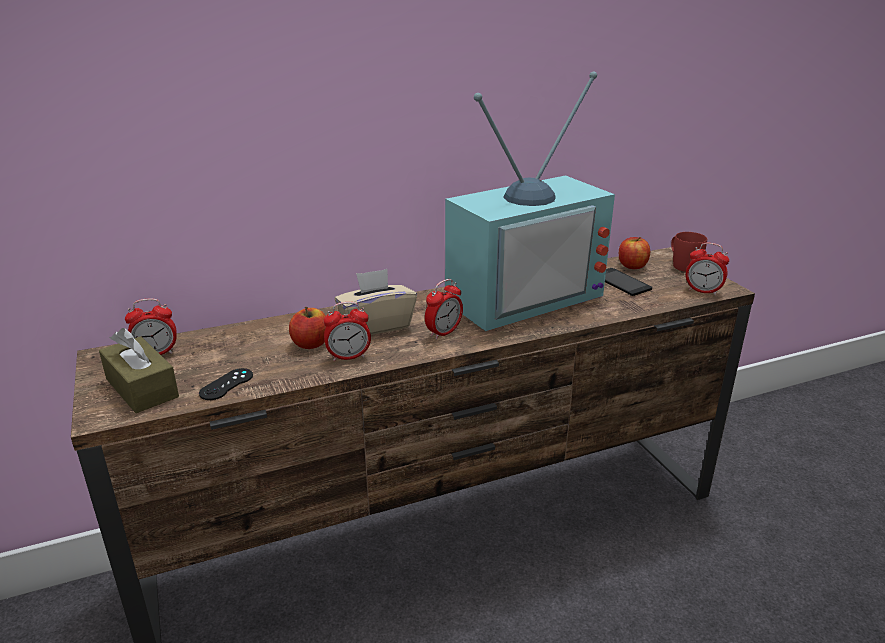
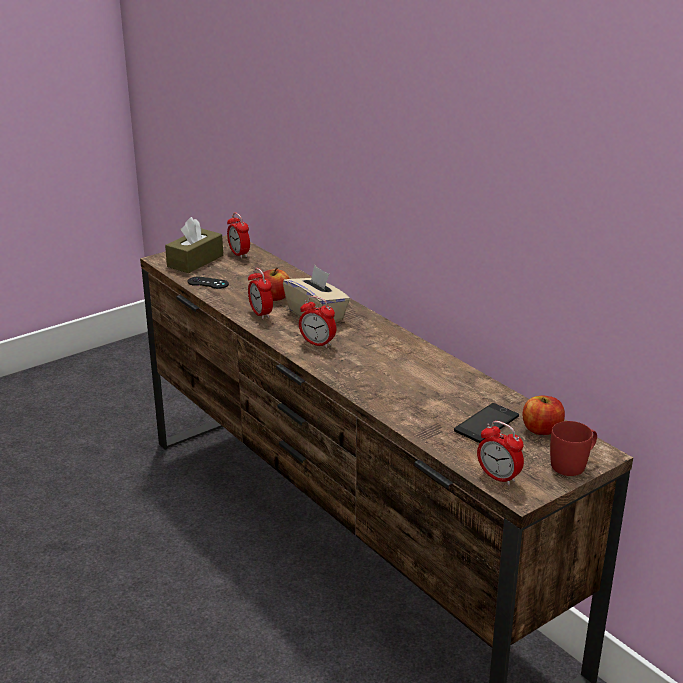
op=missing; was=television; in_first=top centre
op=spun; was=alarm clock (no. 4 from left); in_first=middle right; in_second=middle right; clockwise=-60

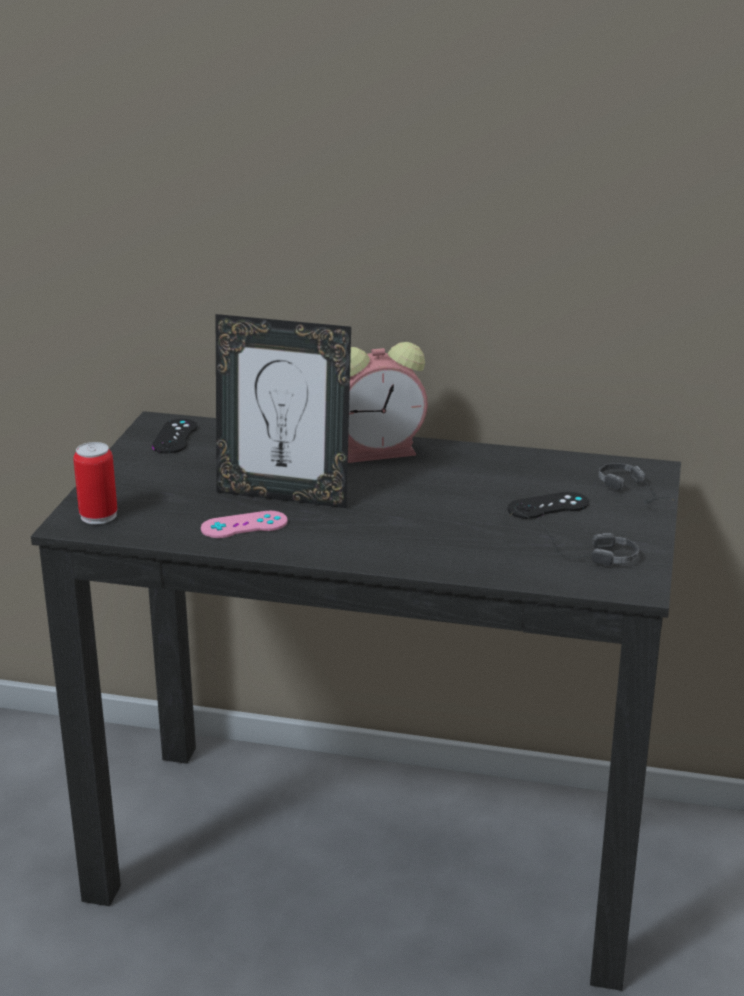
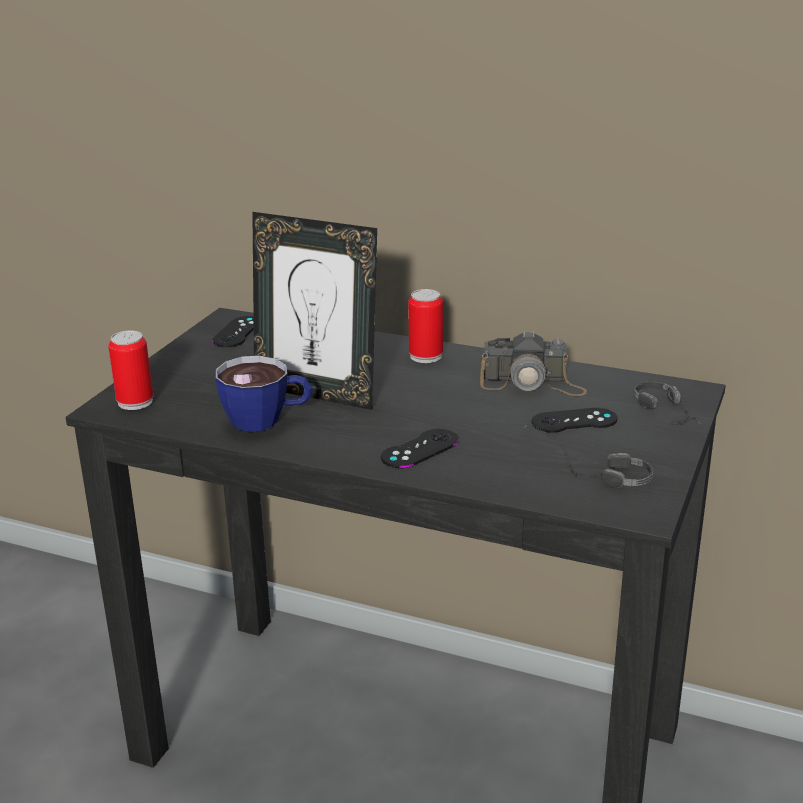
op=exchanged; was=alarm clock; now=can (no. 2 from left); in_first=centre; in_second=centre
op=exchanged; was=pink game controller; now=cup; in_first=middle left; in_second=middle left
op=appeared; now=photo camera; in_second=centre
op=appeared; now=black game controller (no. 2 from left); in_second=centre

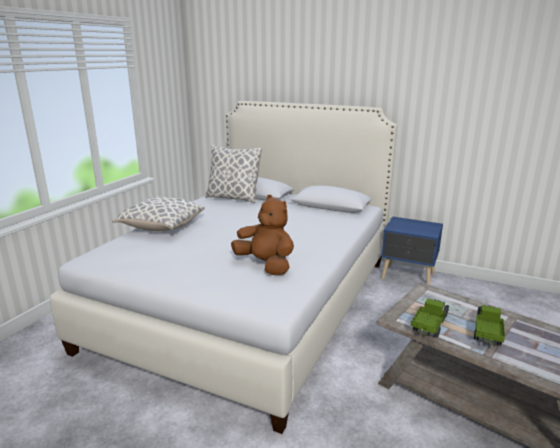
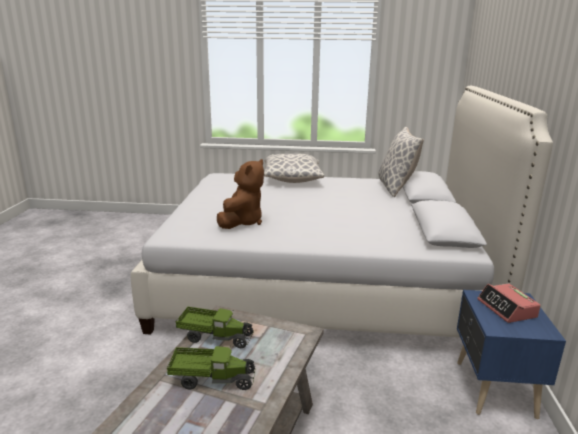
op=appeared; now=alarm clock; in_second=bottom right

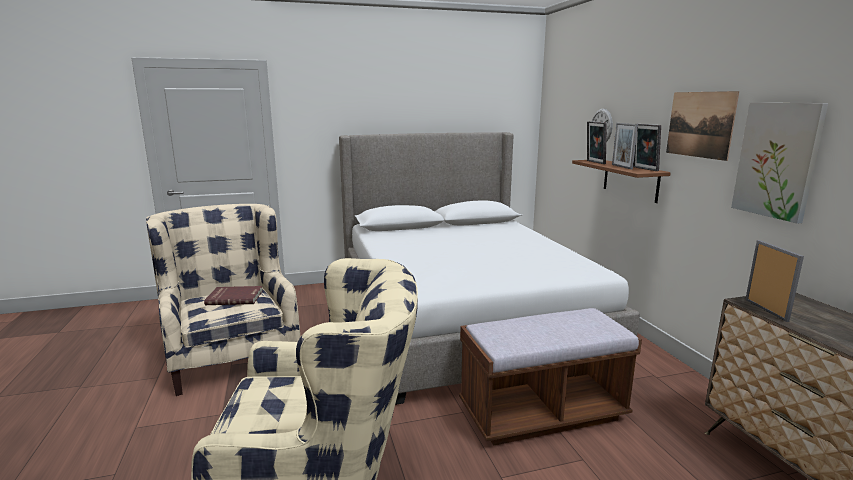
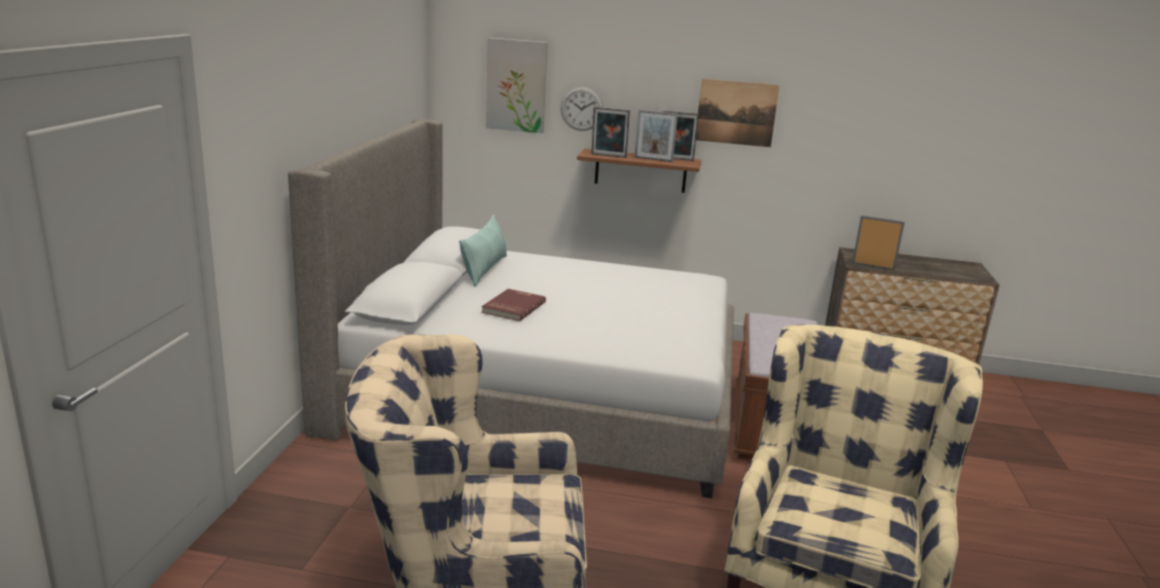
op=relocated; was=picture (no. 2 from left in the first image); now=picture (no. 1 from left); in_first=middle right; in_second=top centre
op=relocated; was=red book; in_first=middle left; in_second=centre
op=appeared; now=pillow; in_second=centre

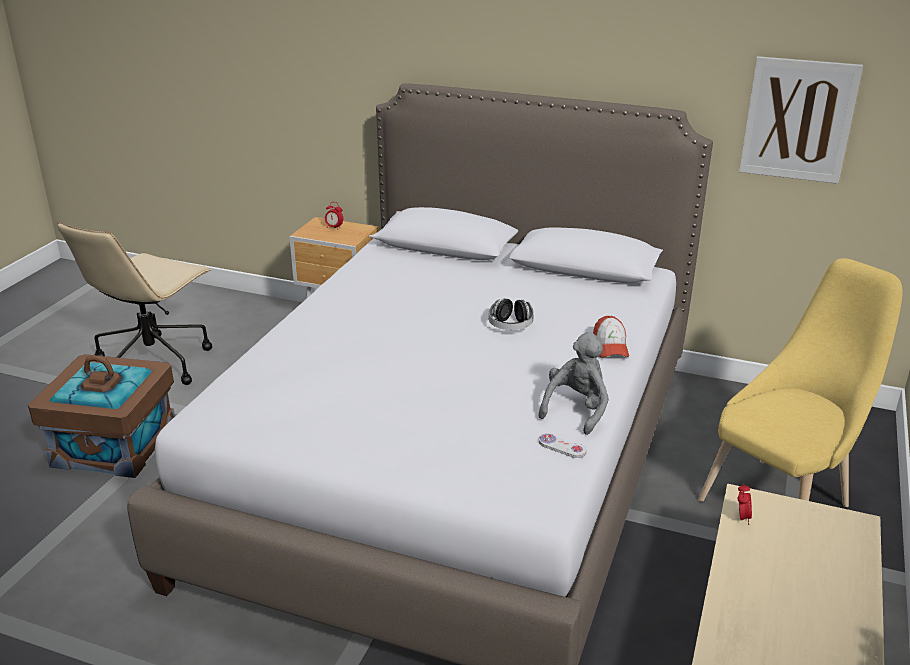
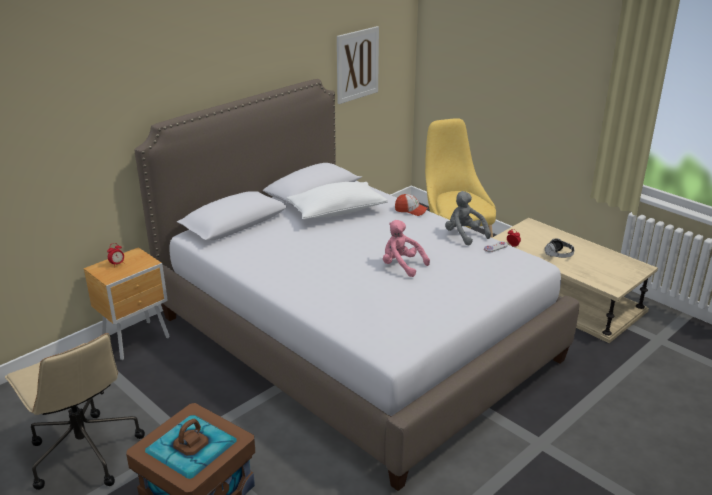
op=relocated; was=headphones; in_first=centre; in_second=middle right
op=appeared; now=white pillow; in_second=centre
op=appeared; now=pink plush toy; in_second=centre

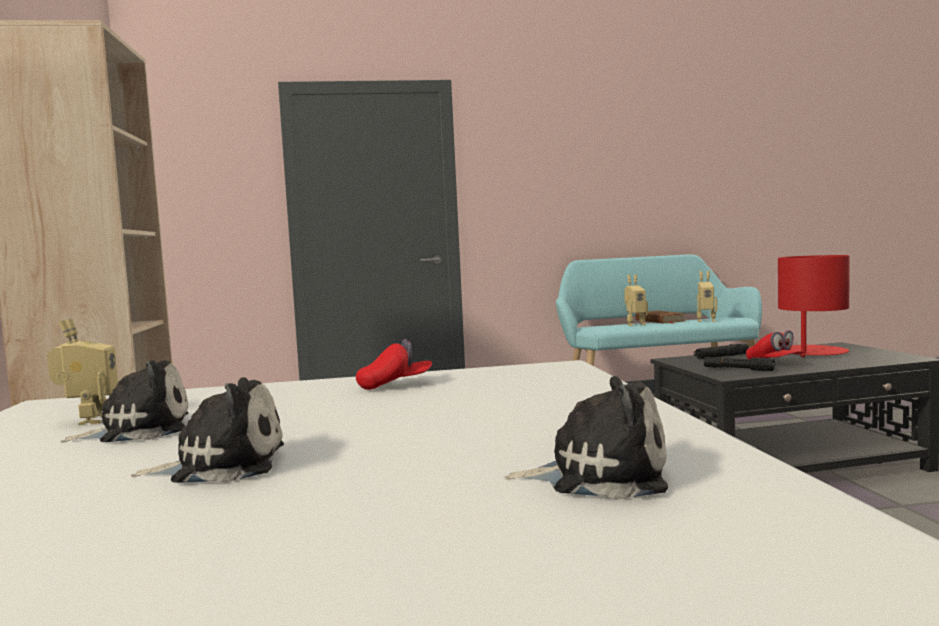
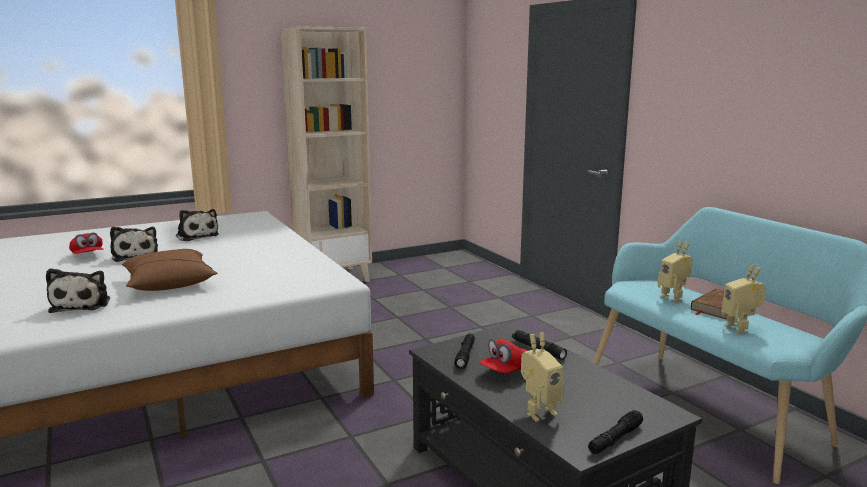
op=missing; was=red table lamp; in_first=middle right
op=relocated; was=toy robot (no. 1 from left); in_first=middle left; in_second=bottom centre
op=relocated; was=red cap (no. 1 from left); in_first=centre; in_second=middle left
op=appeared; now=brown pillow; in_second=middle left
op=appeared; now=black flashlight (no. 3 from left); in_second=bottom right

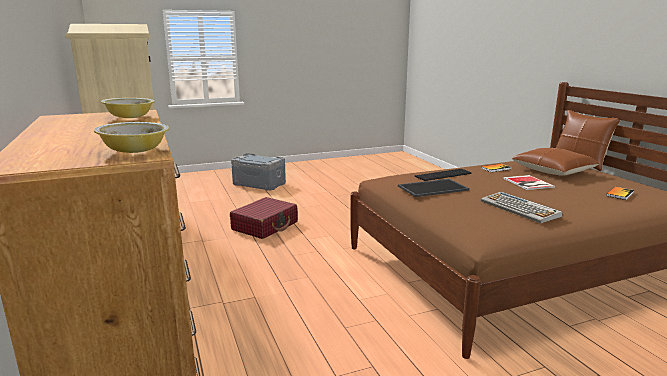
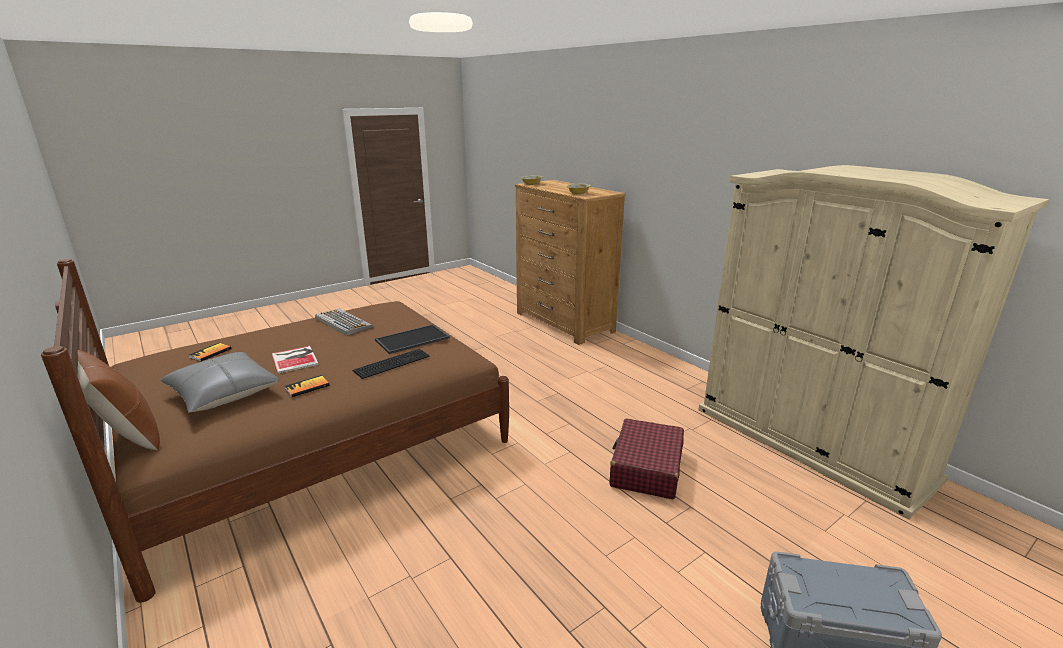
op=colour; was=brown pillow (no. 1 from left); now=grey pillow; in_first=middle right; in_second=middle left

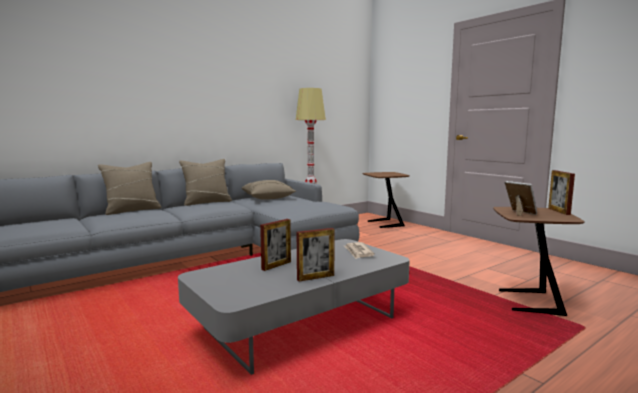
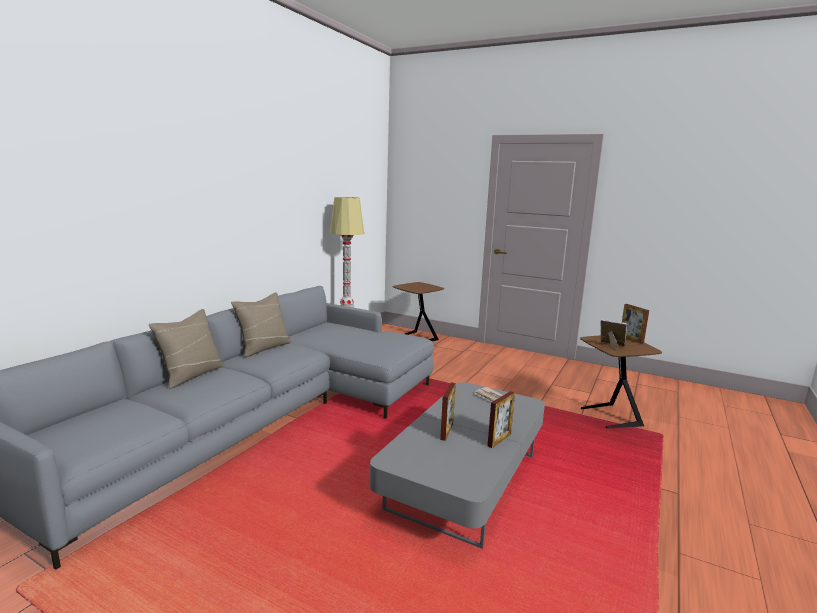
op=missing; was=beige pillow (no. 3 from left); in_first=centre

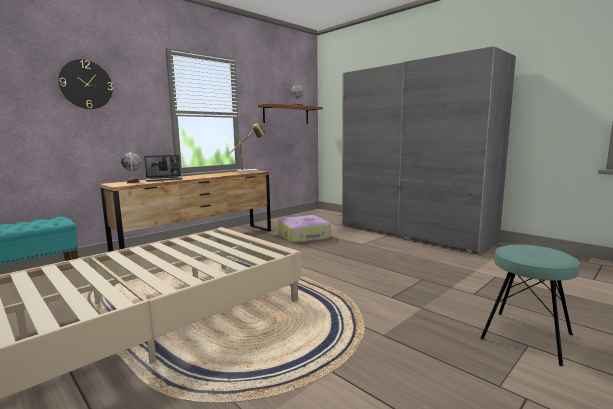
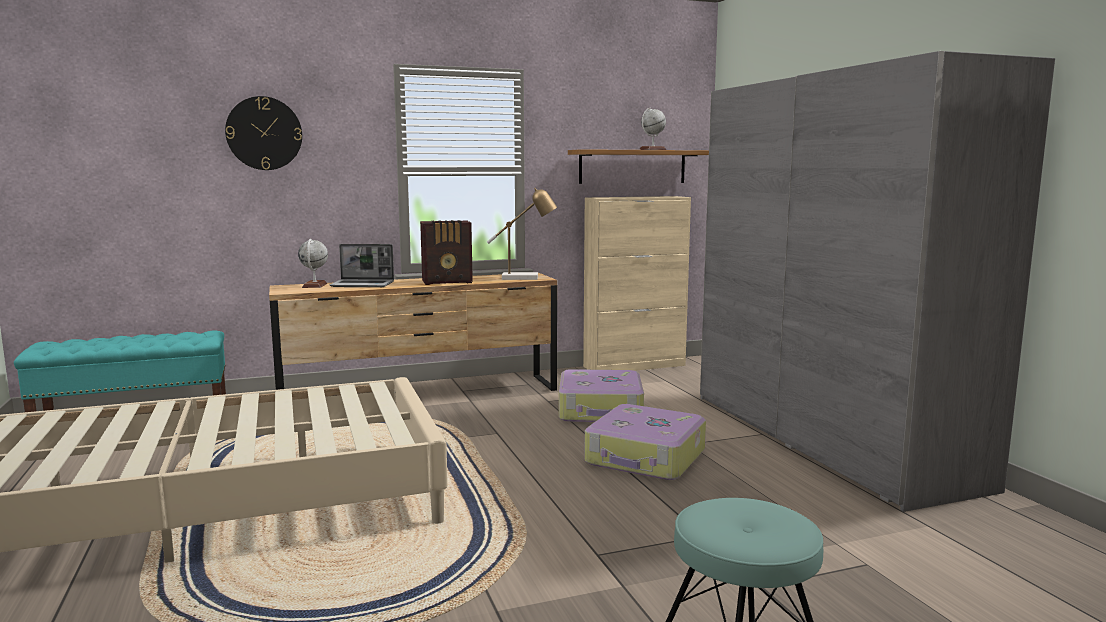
op=appeared; now=beige cabinet; in_second=centre
op=appeared; now=radio; in_second=centre
op=appeared; now=suitcase (no. 2 from left); in_second=bottom centre

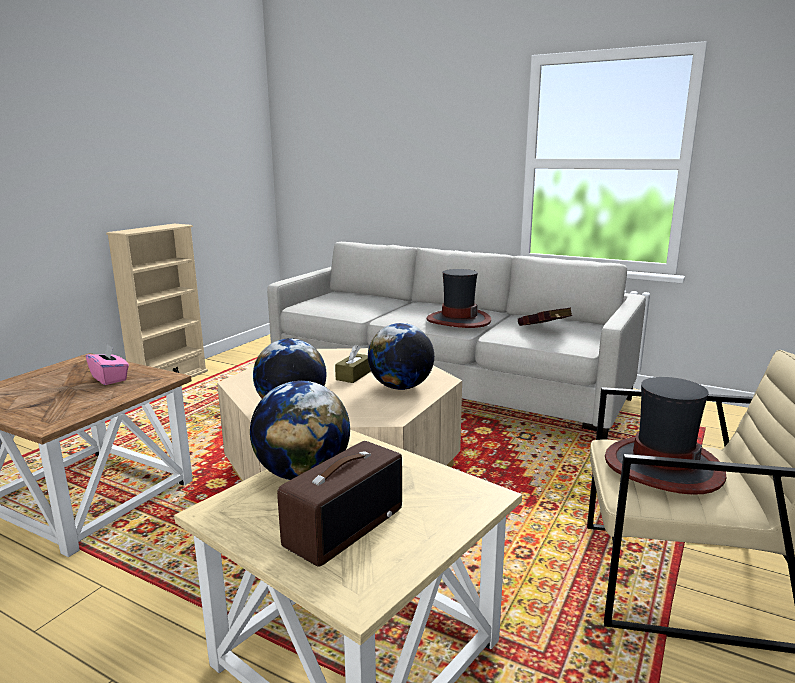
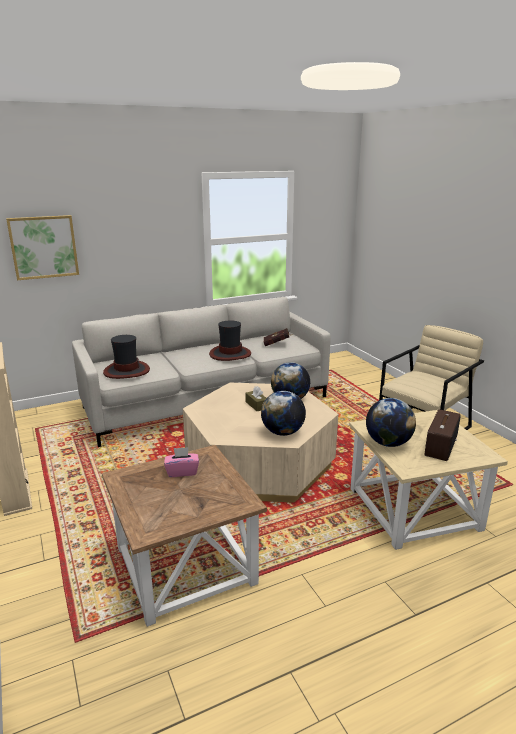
op=relocated; was=hat (no. 2 from left in the first image); now=hat (no. 1 from left); in_first=middle right; in_second=middle left
op=spun; was=radio; in_first=bottom centre; in_second=middle right; clockwise=45
op=appeared; now=picture; in_second=middle left

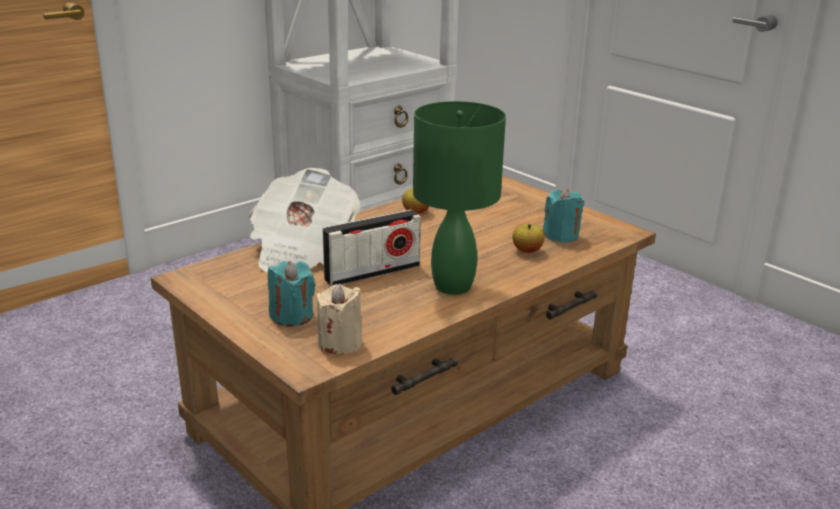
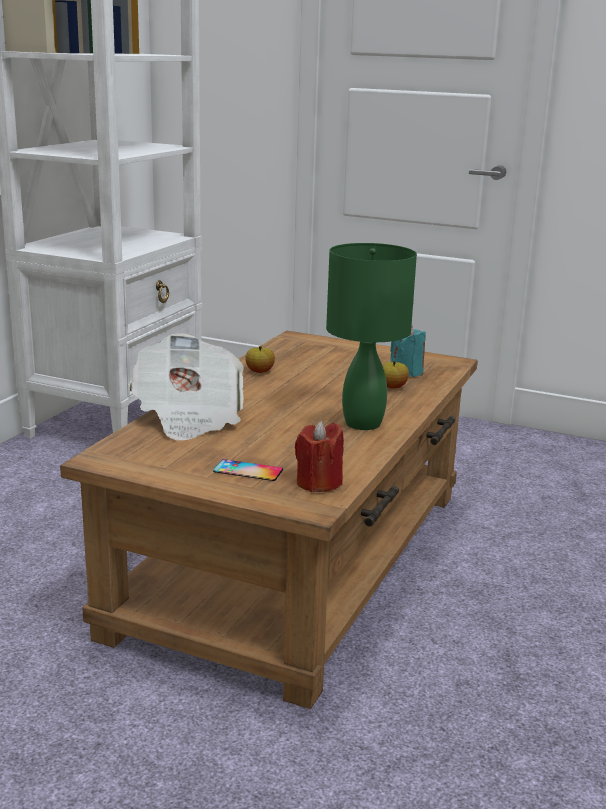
op=missing; was=radio; in_first=centre
op=exchanged; was=turquoise candle (no. 1 from left); now=phone; in_first=centre; in_second=centre
op=colour; was=beige candle; now=red candle; in_first=centre; in_second=centre

